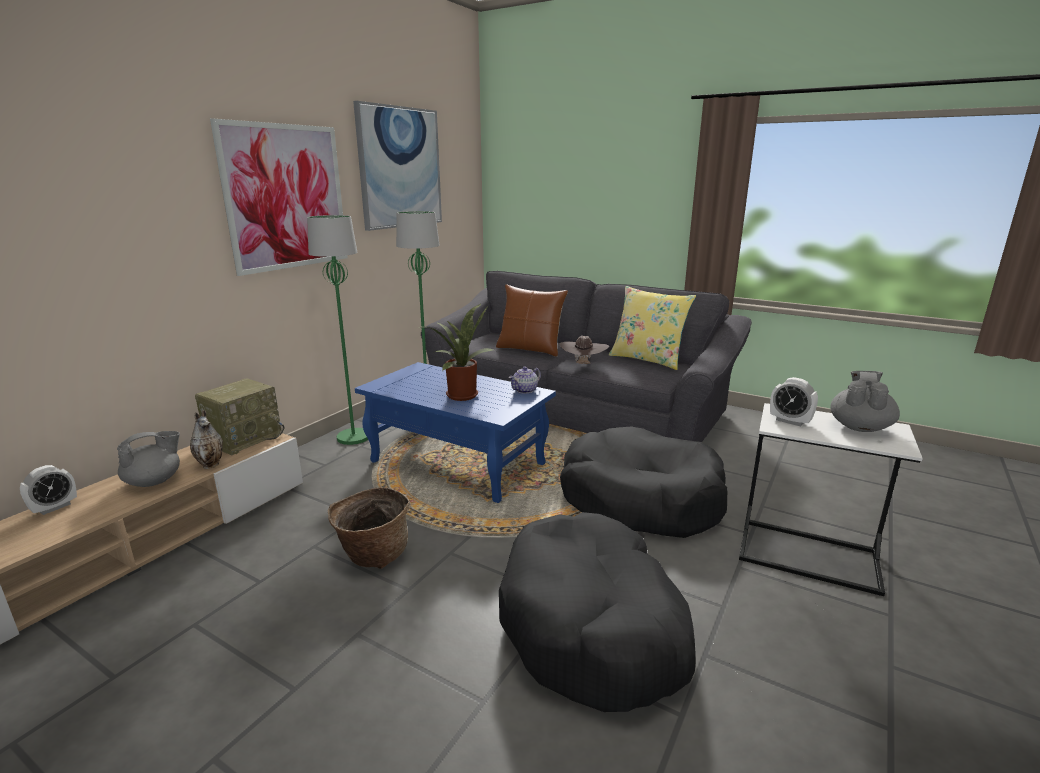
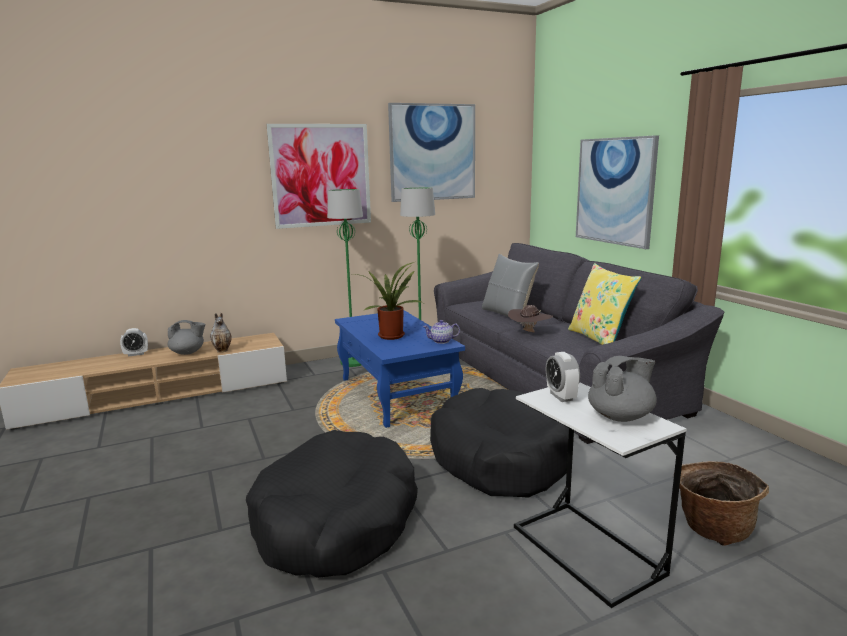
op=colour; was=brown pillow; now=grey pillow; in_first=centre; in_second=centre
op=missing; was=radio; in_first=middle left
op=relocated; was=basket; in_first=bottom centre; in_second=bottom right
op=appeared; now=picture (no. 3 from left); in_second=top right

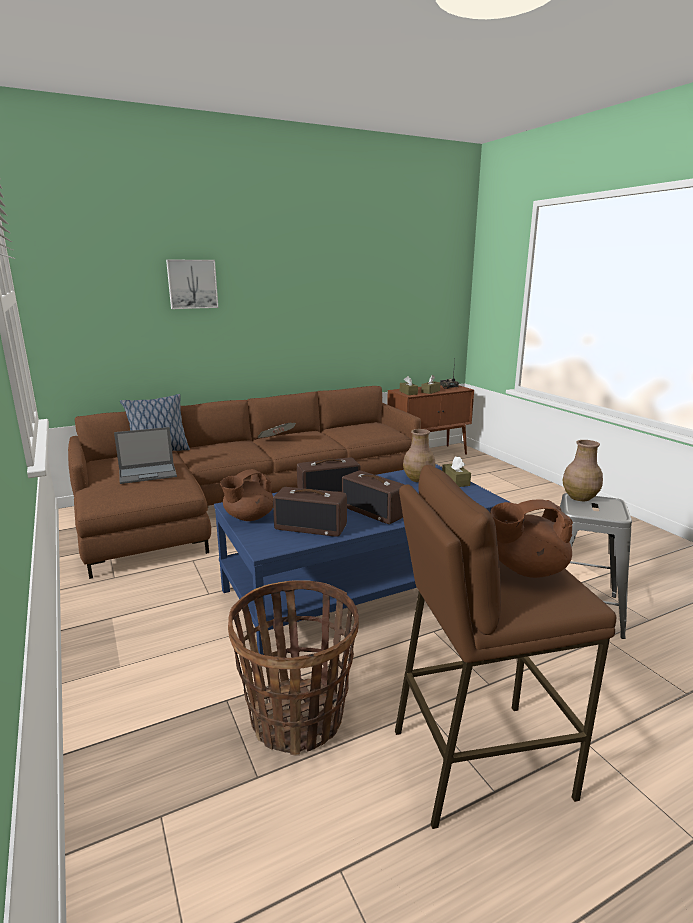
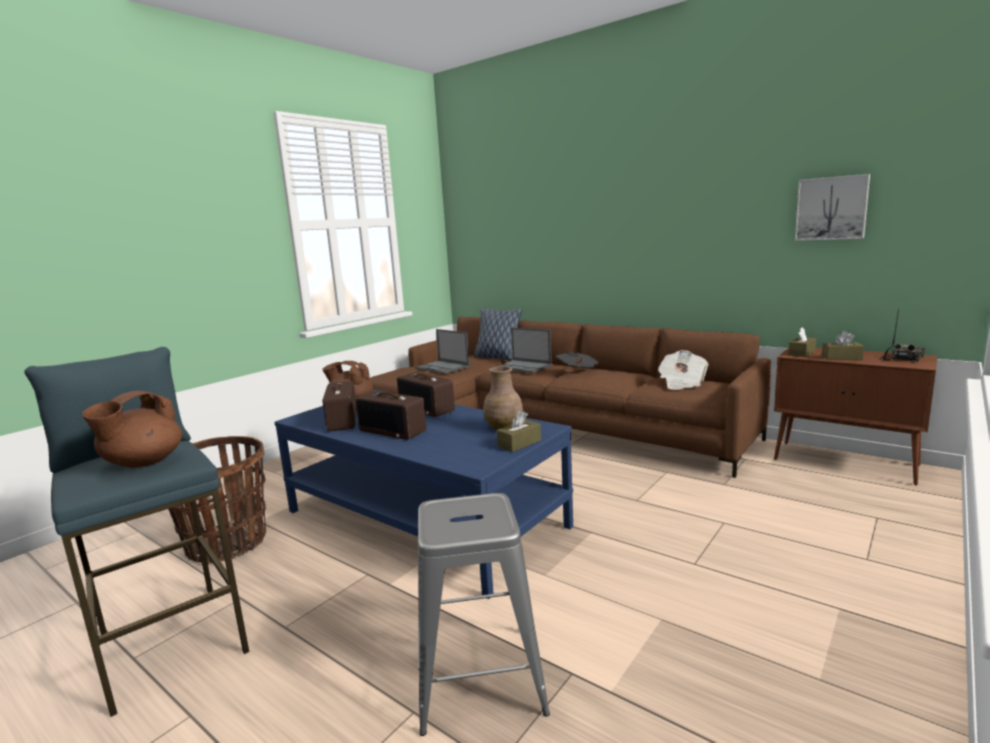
op=relocated; was=picture; in_first=top left; in_second=top right
op=missing; was=brown vase (no. 2 from left); in_first=middle right
op=colour; was=brown stool; now=blue stool; in_first=bottom right; in_second=bottom left
op=spun; was=radio (no. 3 from left in the first image); in_first=centre; in_second=centre; clockwise=-75
op=spun; was=brown teapot (no. 2 from left in the first image); in_first=middle right; in_second=middle left; clockwise=-120
op=appeared; now=laptop (no. 2 from left); in_second=centre
op=appeared; now=newspaper (no. 2 from left); in_second=middle right

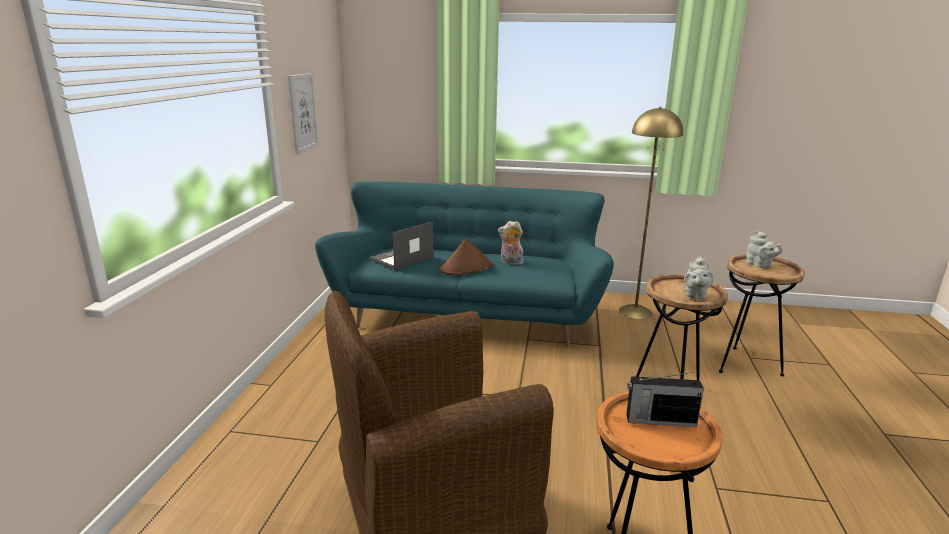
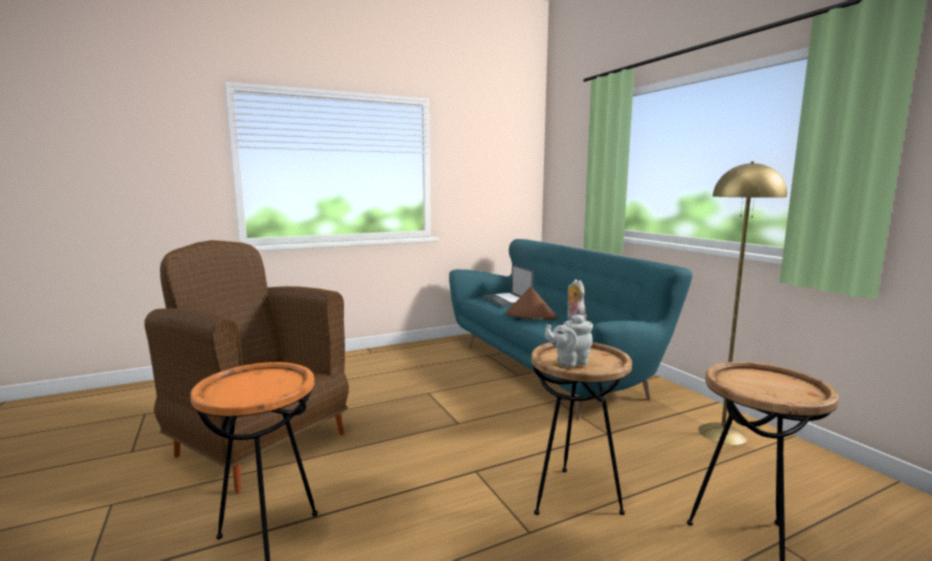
op=missing; was=picture; in_first=top left
op=spun; was=laptop; in_first=centre; in_second=centre; clockwise=-120
op=missing; was=grey teapot (no. 2 from left); in_first=middle right
op=missing; was=radio; in_first=bottom right

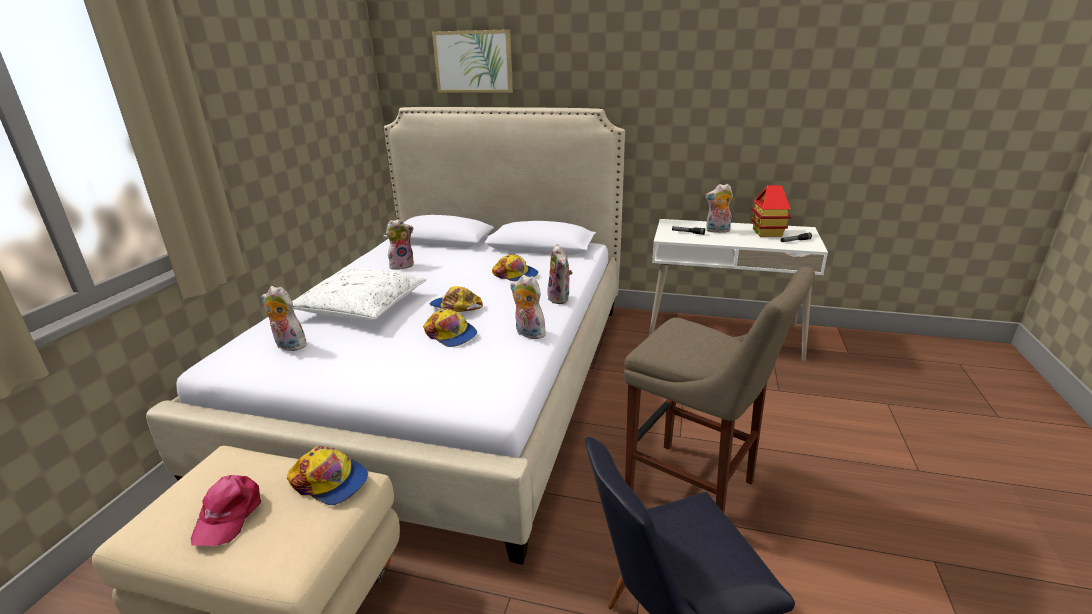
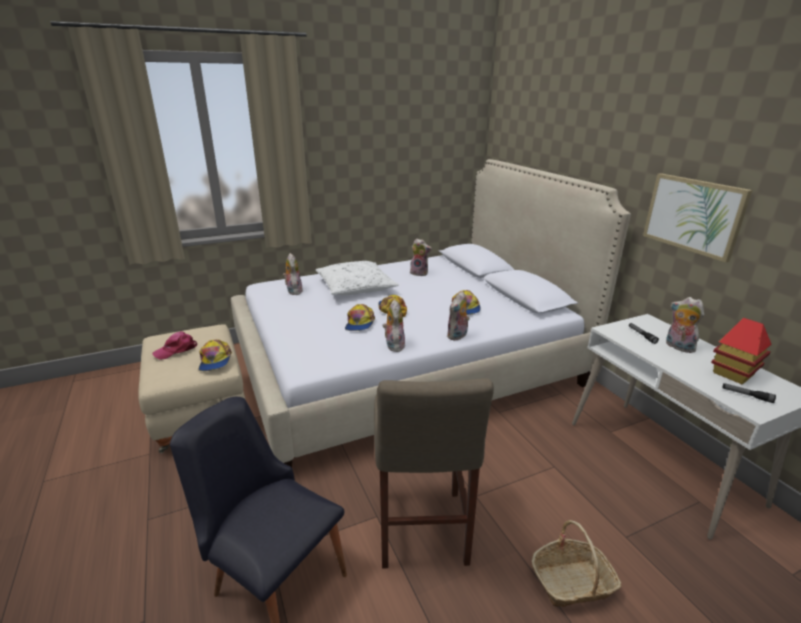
op=relocated; was=picture; in_first=top centre; in_second=middle right
op=appeared; now=basket; in_second=bottom right

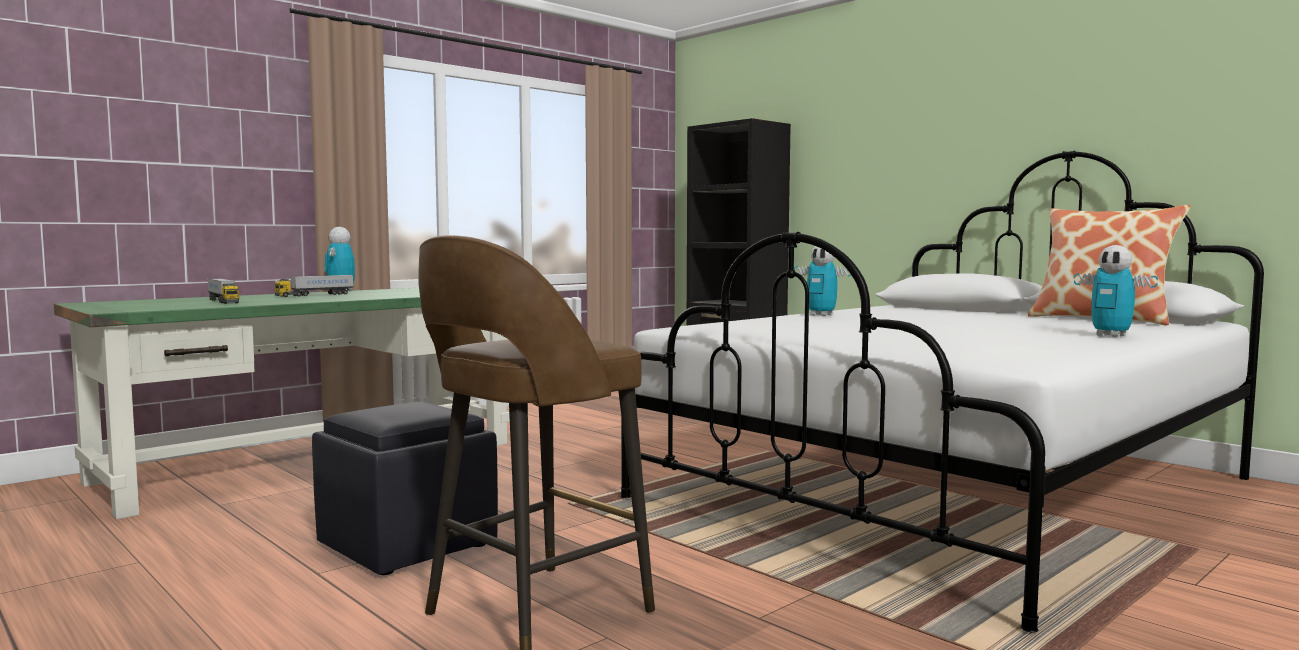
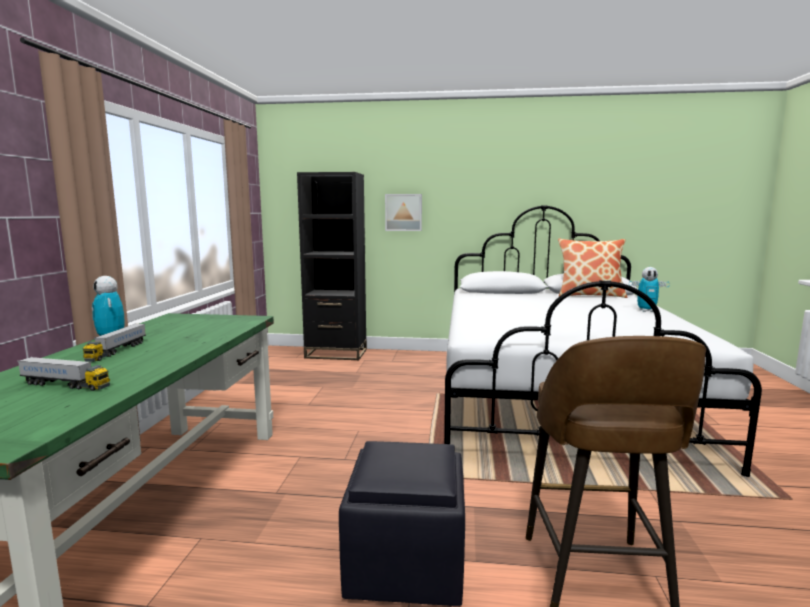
op=missing; was=toy robot (no. 2 from left); in_first=centre
op=appeared; now=picture; in_second=centre

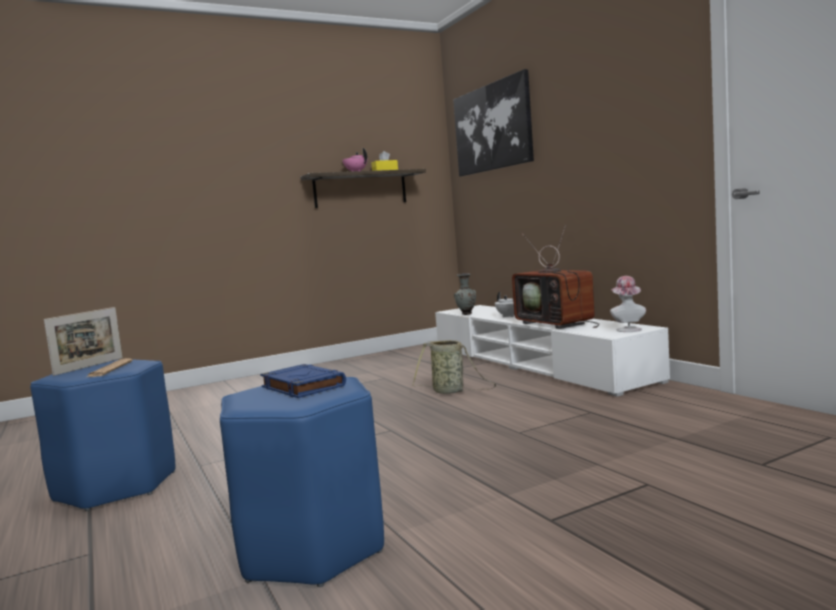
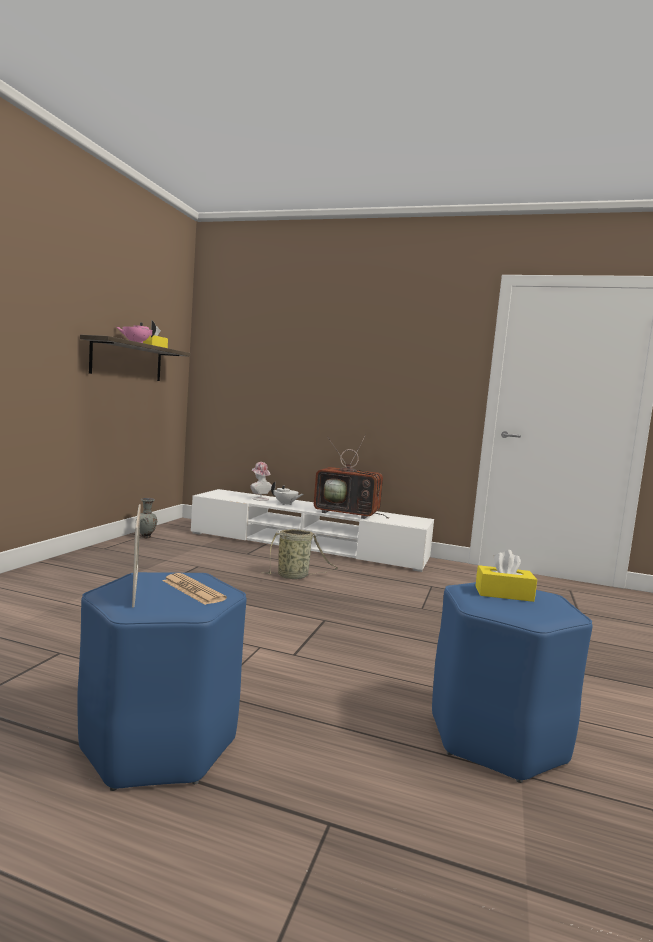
op=missing; was=picture; in_first=top centre
op=relocated; was=grey vase; in_first=centre; in_second=middle left
op=relocated; was=hat; in_first=middle right; in_second=centre
op=exchanged; was=blue book; now=yellow tissue box (no. 2 from left); in_first=centre; in_second=middle right

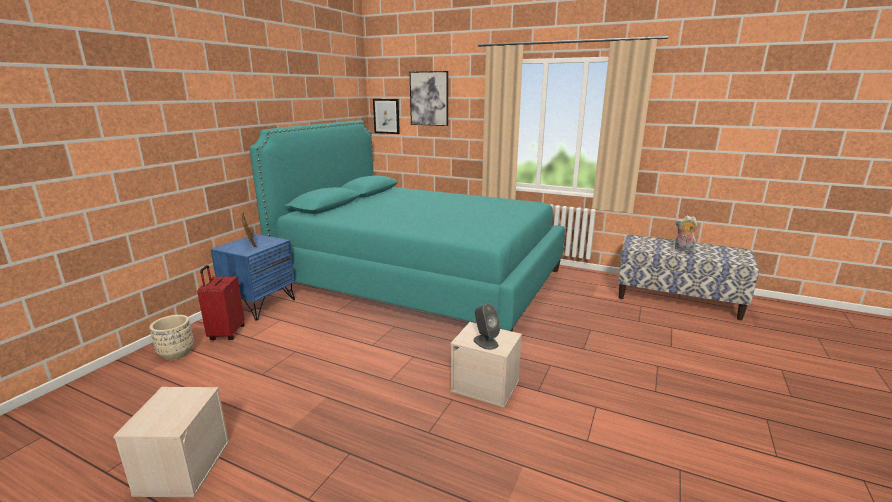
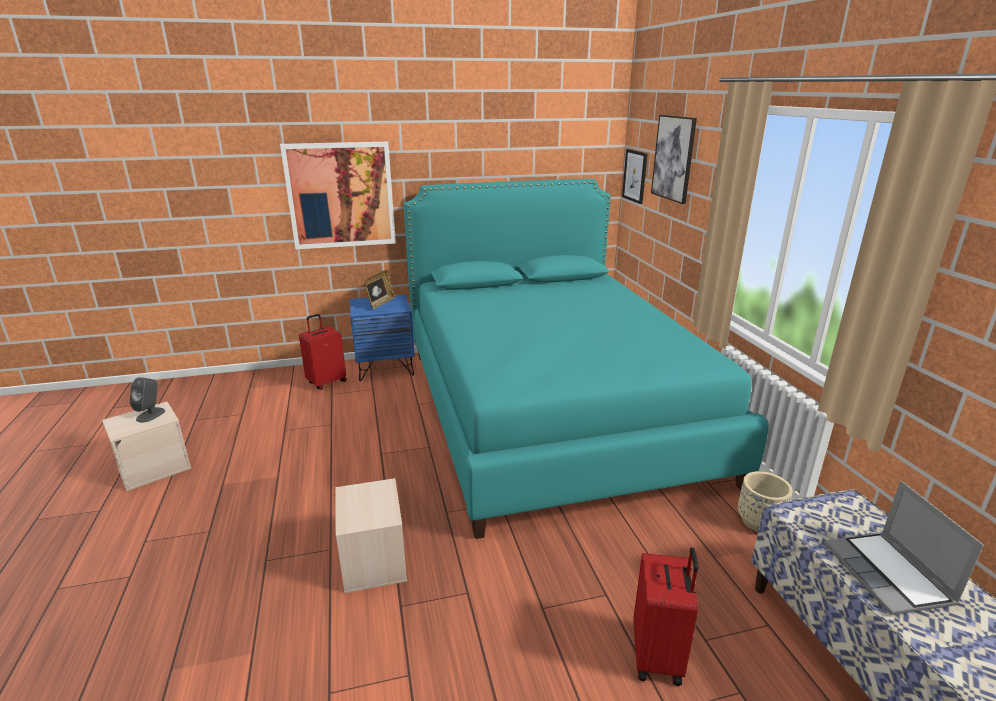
op=exchanged; was=plush toy; now=laptop; in_first=middle right; in_second=bottom right
op=relocated; was=grey speaker; in_first=centre; in_second=middle left
op=relocated; was=beige planter; in_first=bottom left; in_second=bottom right
op=appeared; now=picture (no. 1 from left); in_second=top centre
op=appeared; now=red suitcase (no. 2 from left); in_second=bottom right

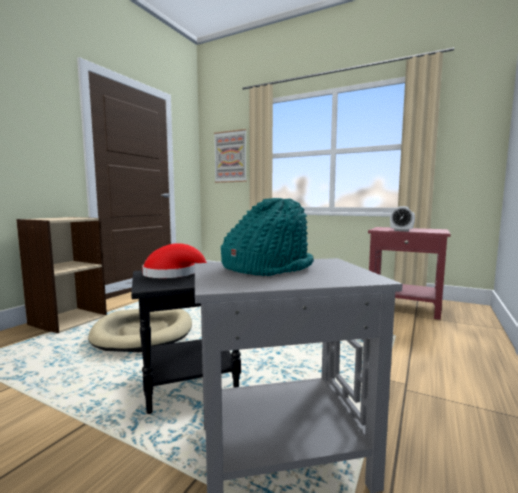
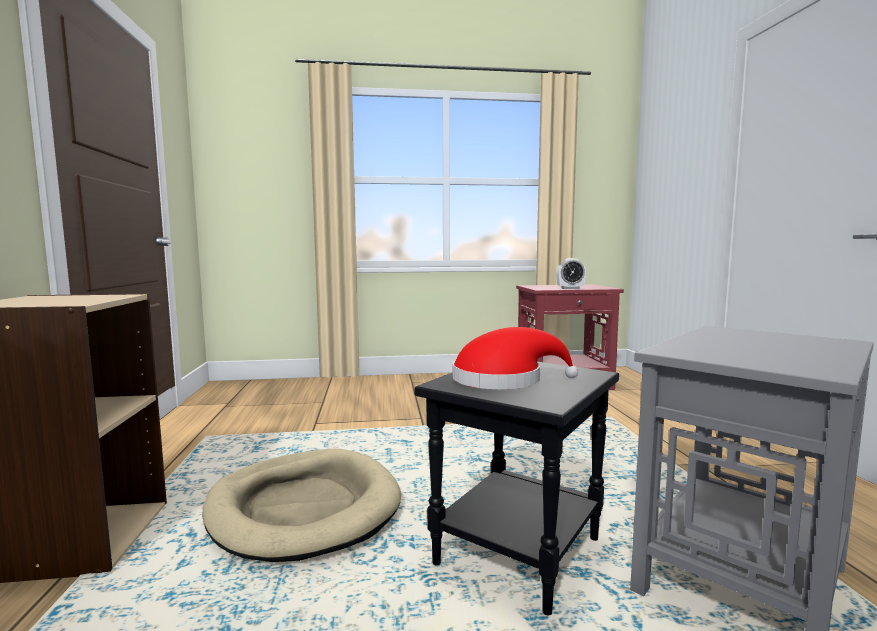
op=missing; was=picture; in_first=top centre
op=missing; was=turquoise hat; in_first=centre

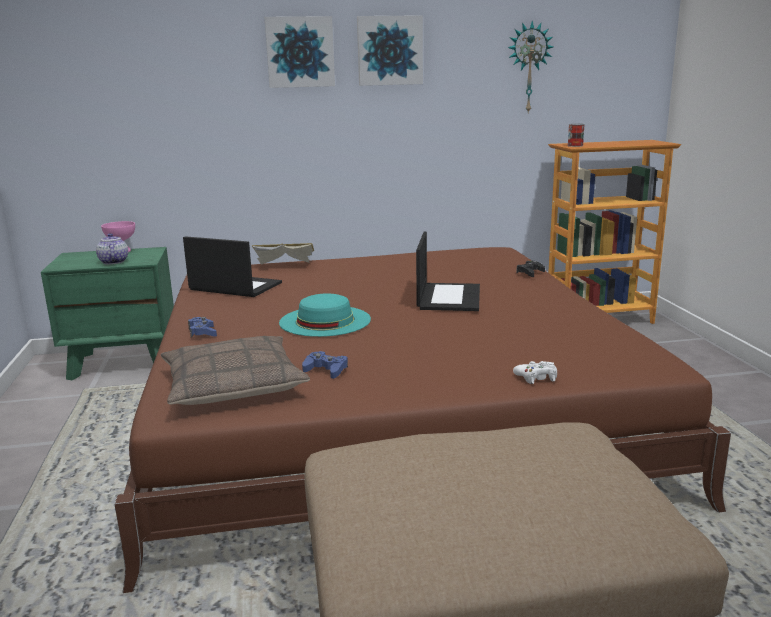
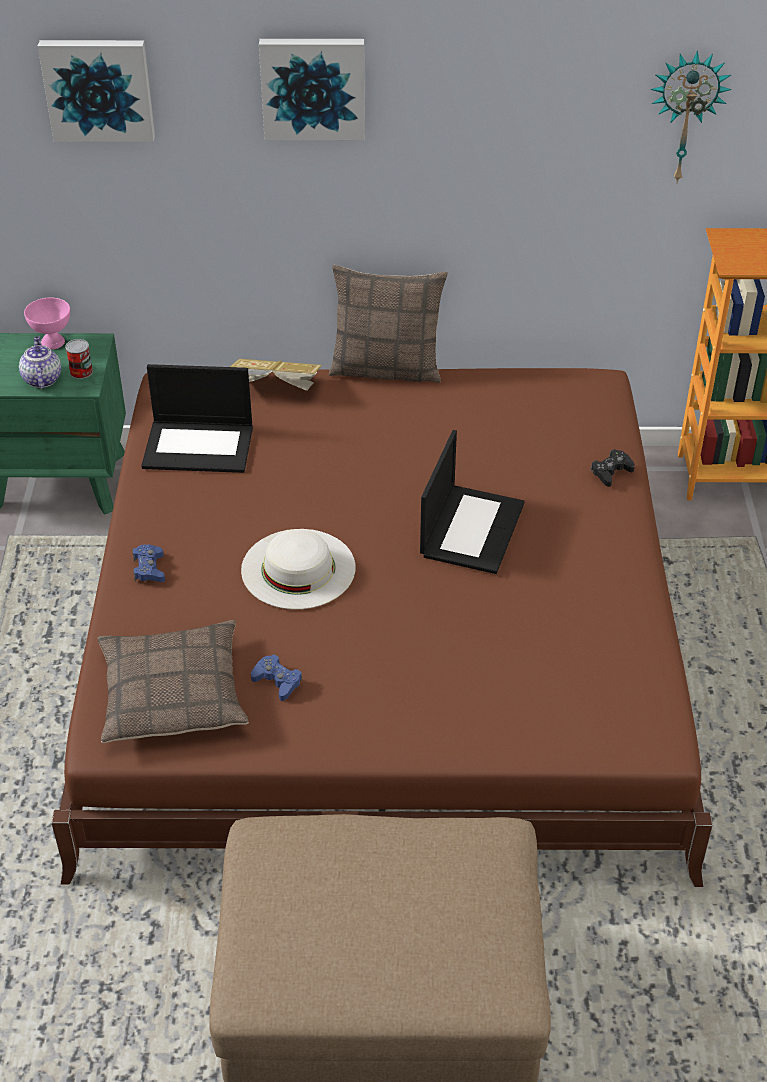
op=relocated; was=picture (no. 2 from left in the first image); now=picture (no. 1 from left); in_first=top centre; in_second=top left
op=relocated; was=can; in_first=top right; in_second=top left
op=spun; was=laptop (no. 1 from left); in_first=middle left; in_second=middle left; clockwise=150
op=colour; was=turquoise hat; now=white hat; in_first=centre; in_second=centre
op=missing; was=white game controller; in_first=middle right
op=appeared; now=pillow (no. 2 from left); in_second=top centre

